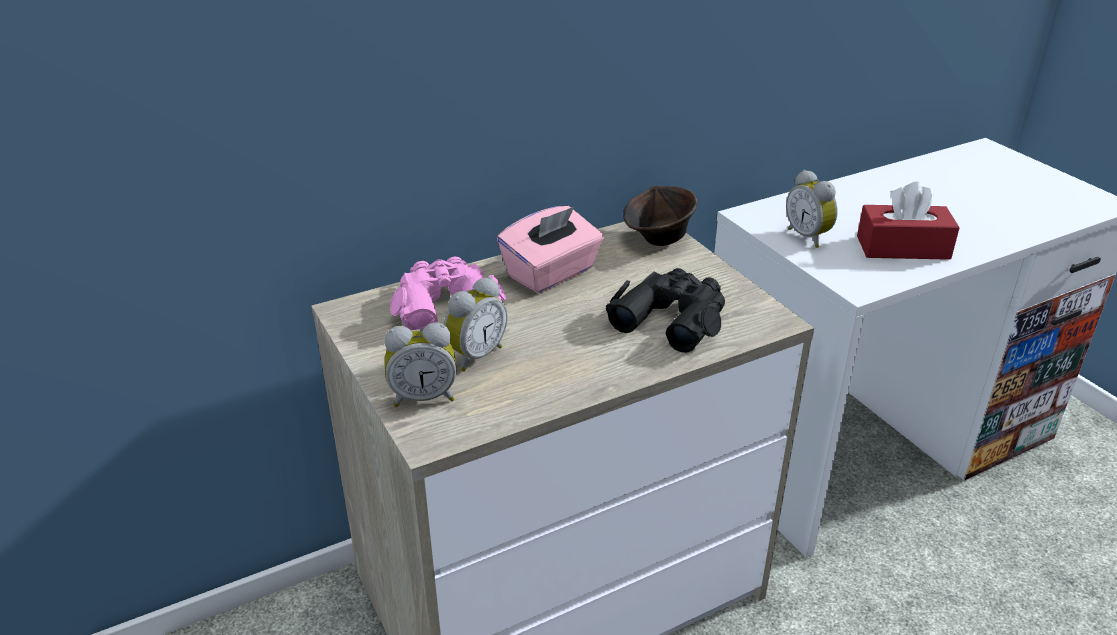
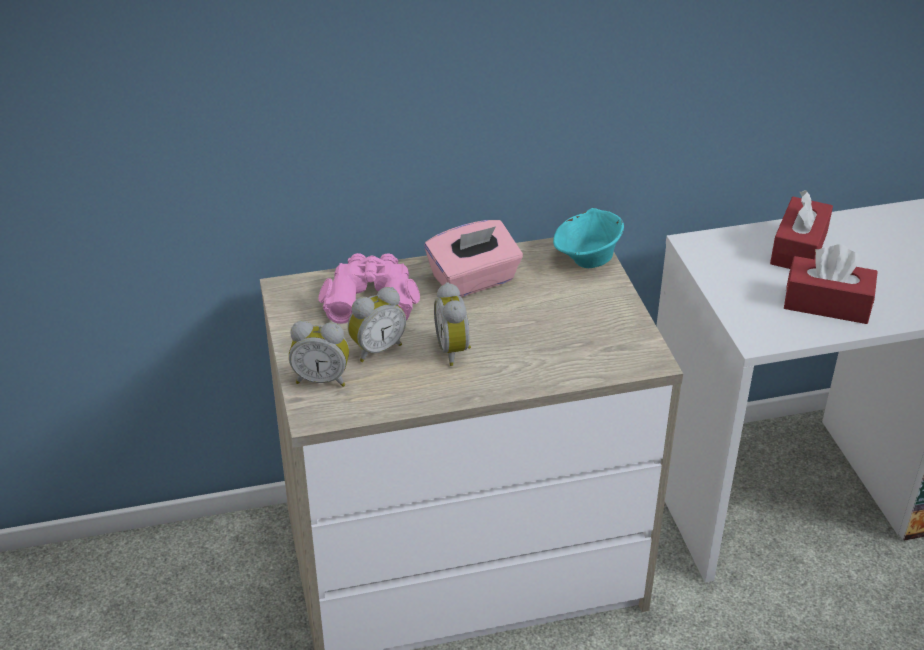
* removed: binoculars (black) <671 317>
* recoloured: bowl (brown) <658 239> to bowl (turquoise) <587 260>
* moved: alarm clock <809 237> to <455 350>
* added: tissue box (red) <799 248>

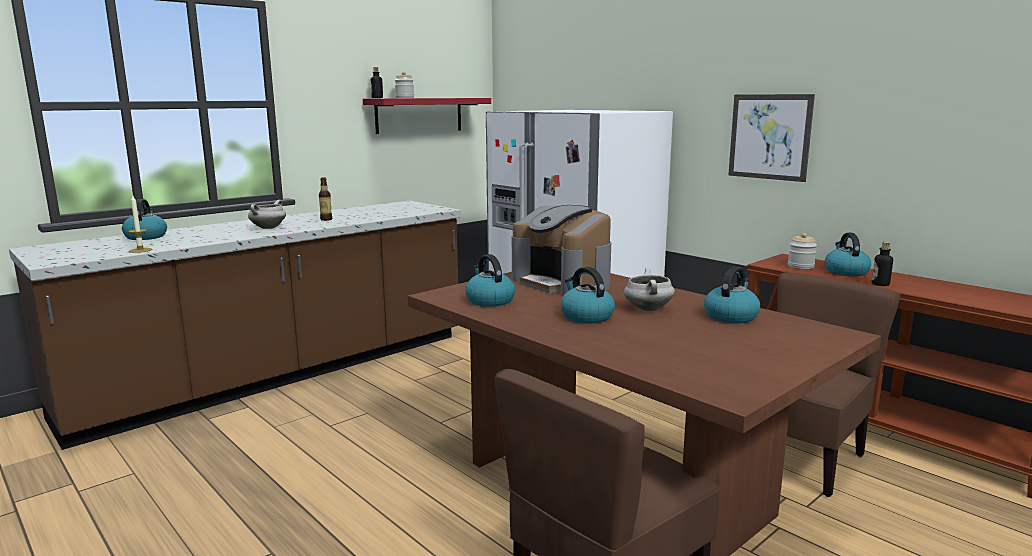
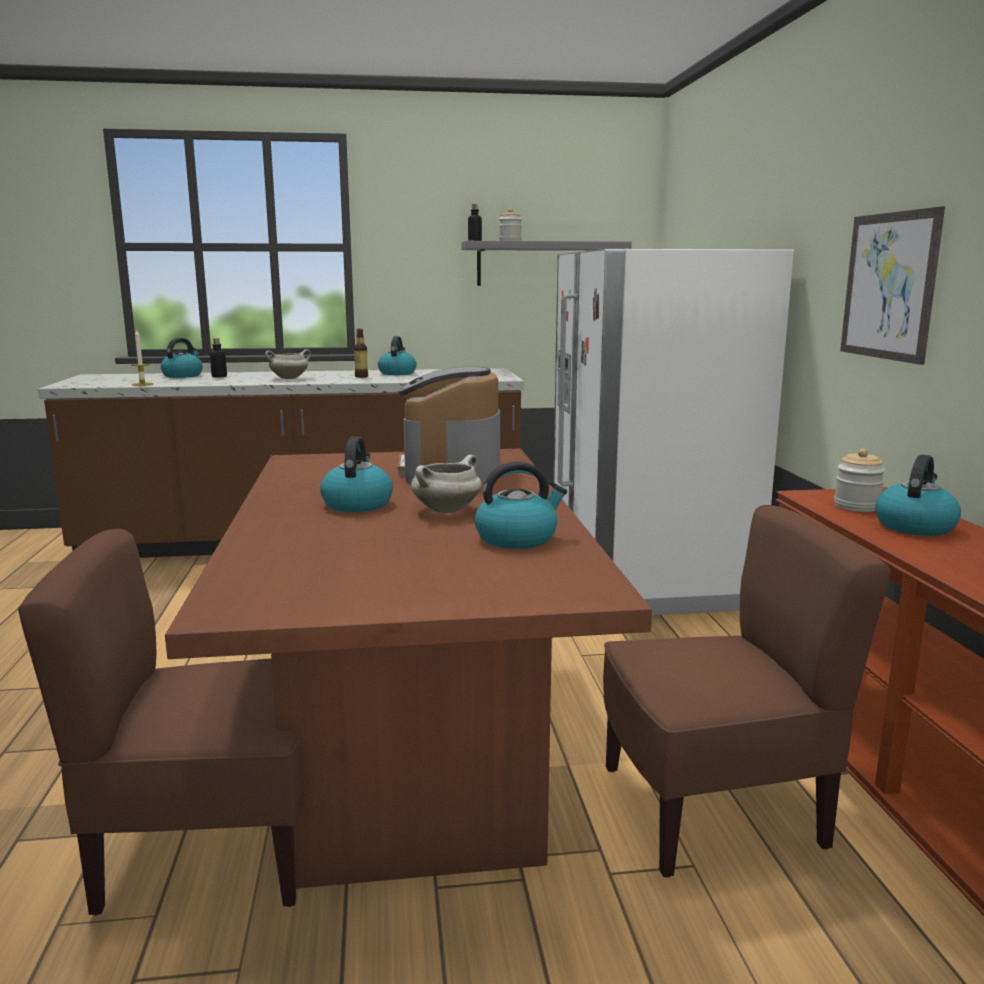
* recoloured: shelf (red) <419 115> to shelf (grey) <540 264>
* moved: kettle <489 300> to <397 373>
* moved: bottle <880 284> to <219 376>

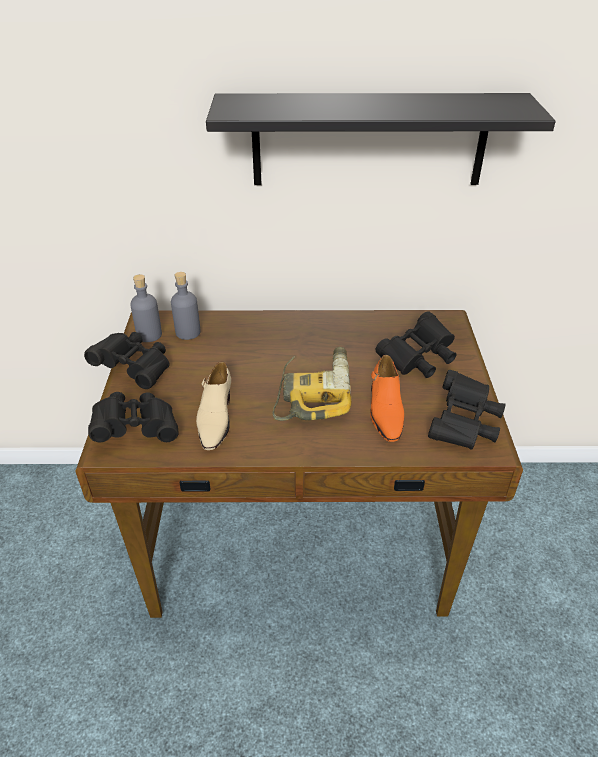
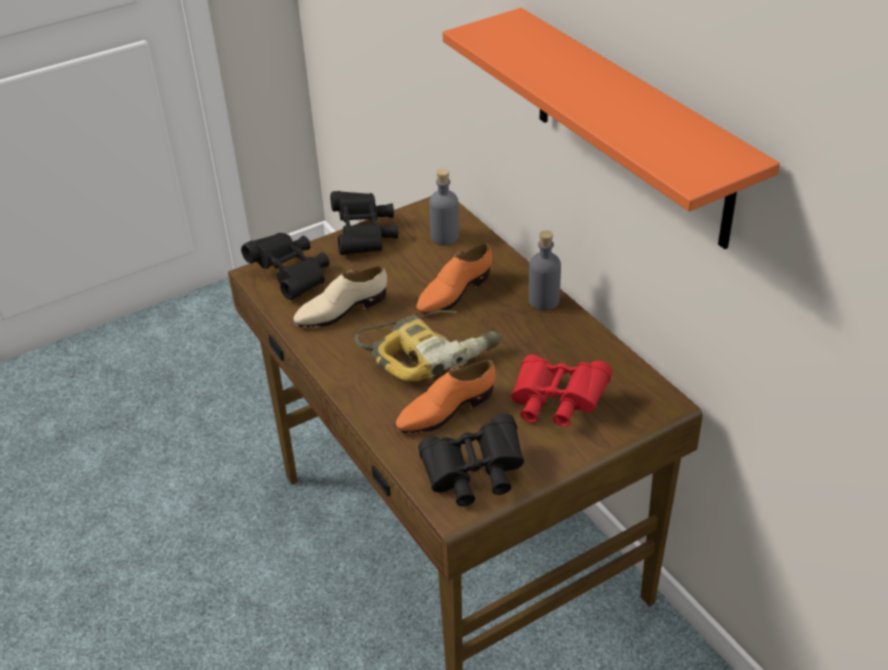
* moved: bottle (grey) <149 335> to <544 301>
* recoloured: shelf (black) <369 140> to shelf (orange) <631 128>
* recoloured: binoculars (black) <418 359> to binoculars (red) <556 404>
* added: shoe (orange) <453 293>

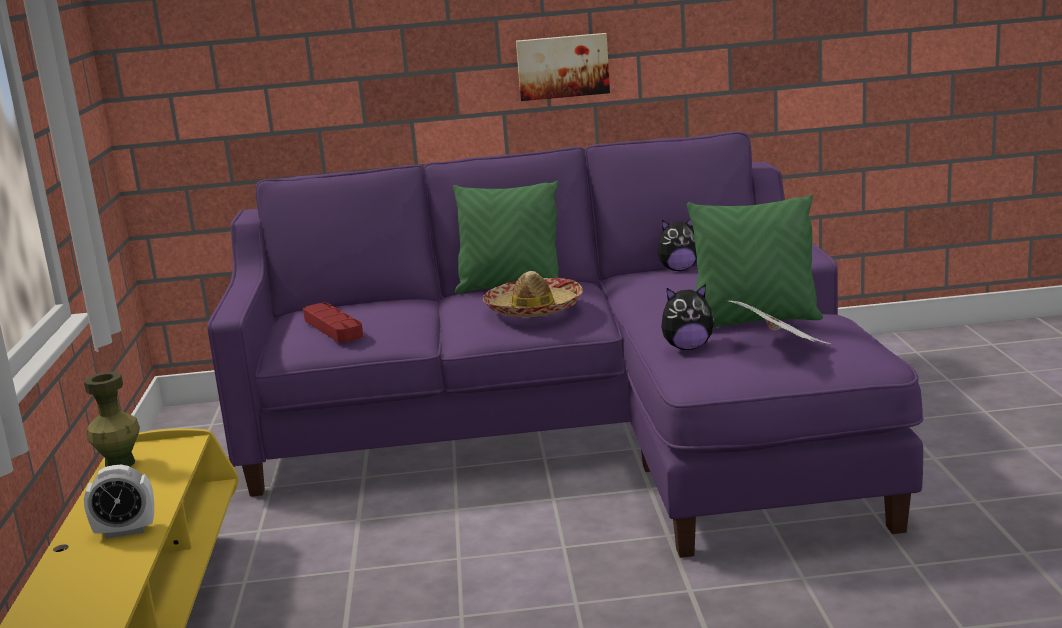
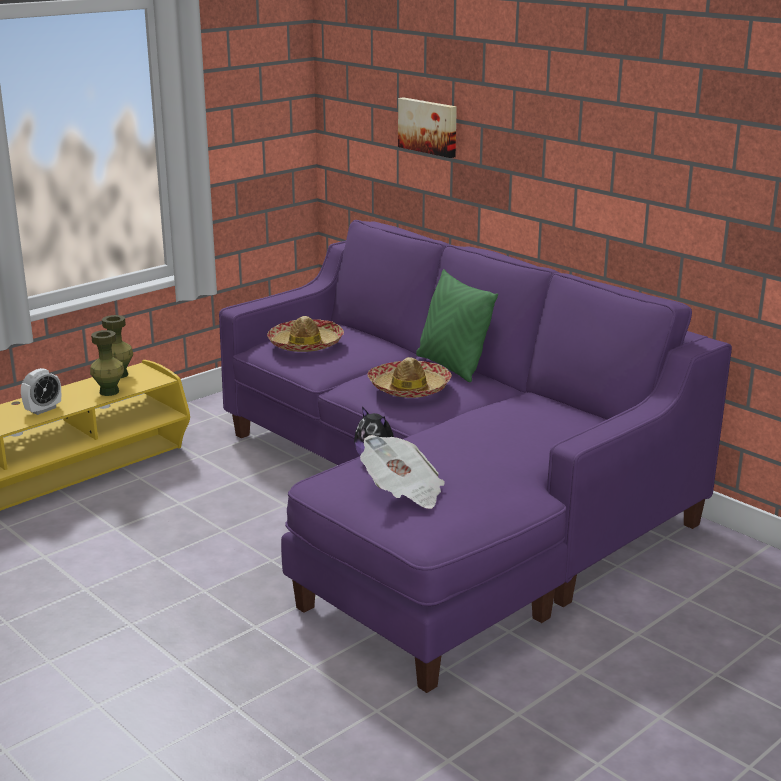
* turned: alarm clock <125 531> = <43 409> 90 degrees counterclockwise
* replaced: tray (red) <333 328> to hat <305 344>
* moved: picture <562 66> to <429 126>
* removed: plush toy <678 269>
* removed: pillow (green) <755 321>
* added: vase (green) <109 392>

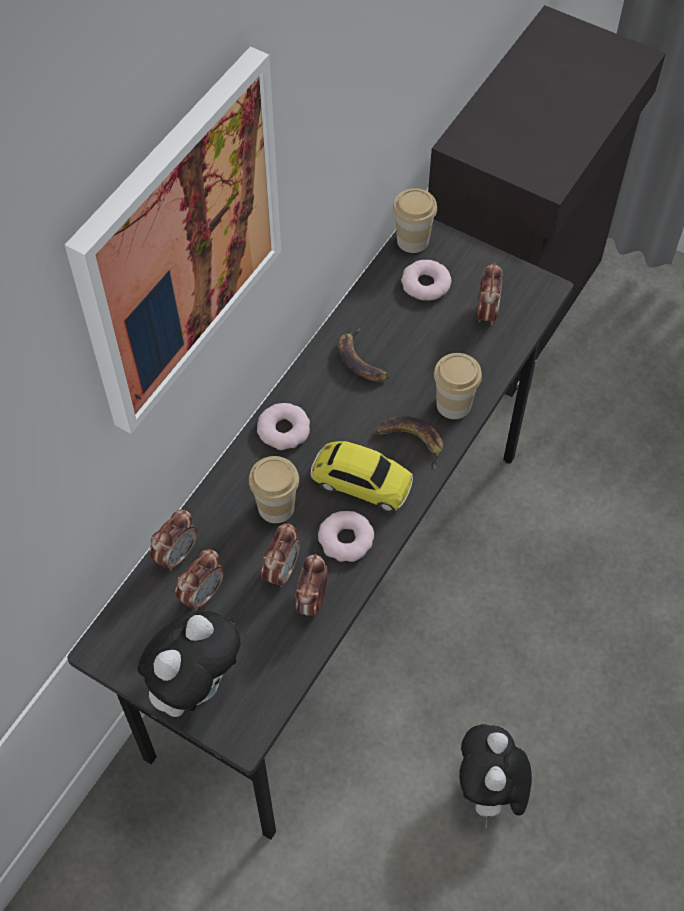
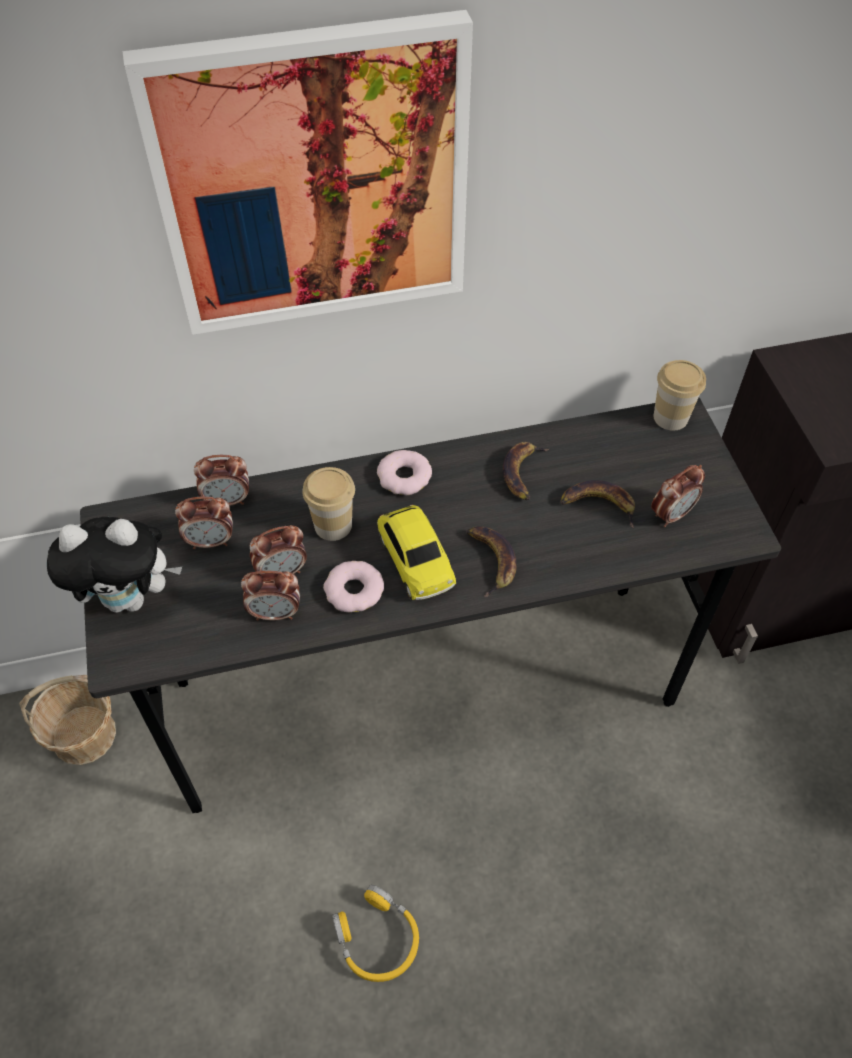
* turned: alarm clock <312 601> = <275 613> 150 degrees counterclockwise
* removed: donut <425 284>
* removed: cup <453 404>
* replaced: plush toy <489 791> to headphones (yellow) <377 939>
* added: basket <84 735>
* added: banana <598 505>

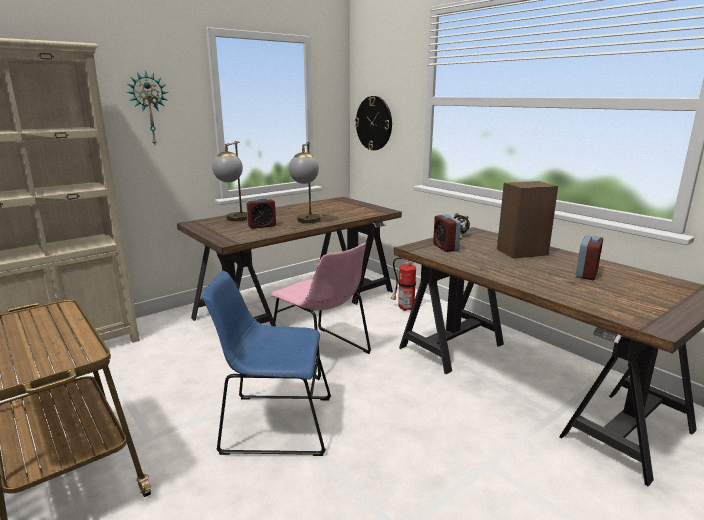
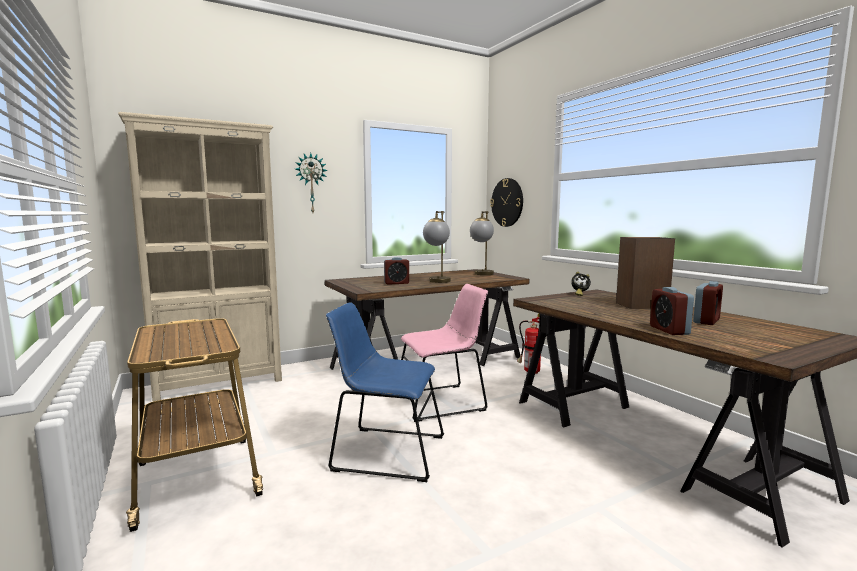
* moved: table lamp <235 220> to <482 275>
* turned: chair (pink) <322 353> = <443 402> 75 degrees counterclockwise
* moved: alarm clock <445 247> to <669 330>

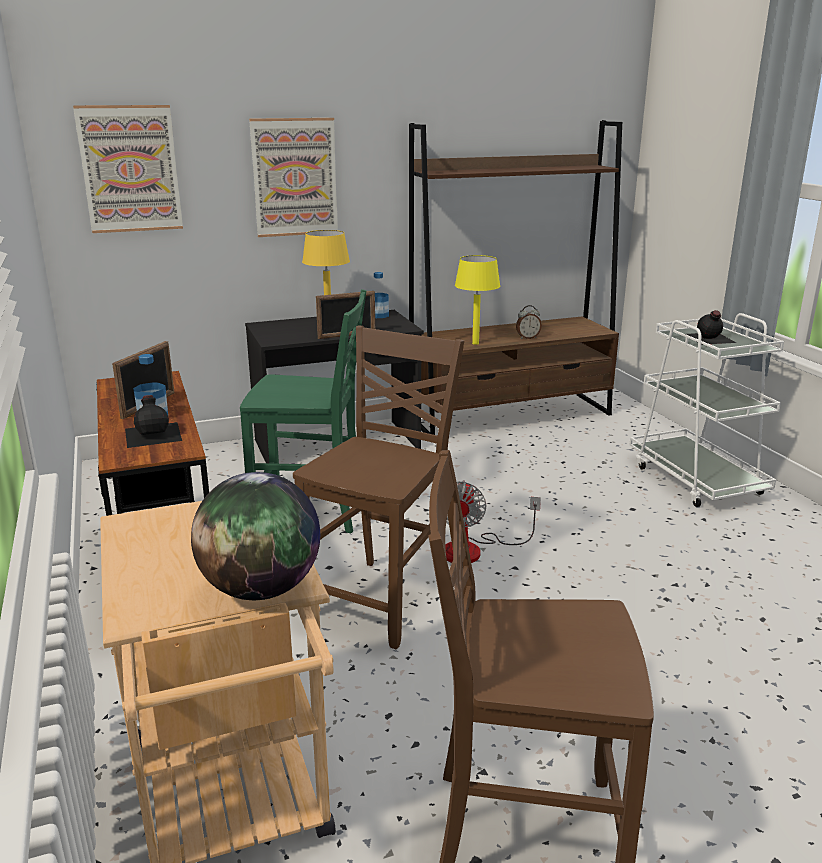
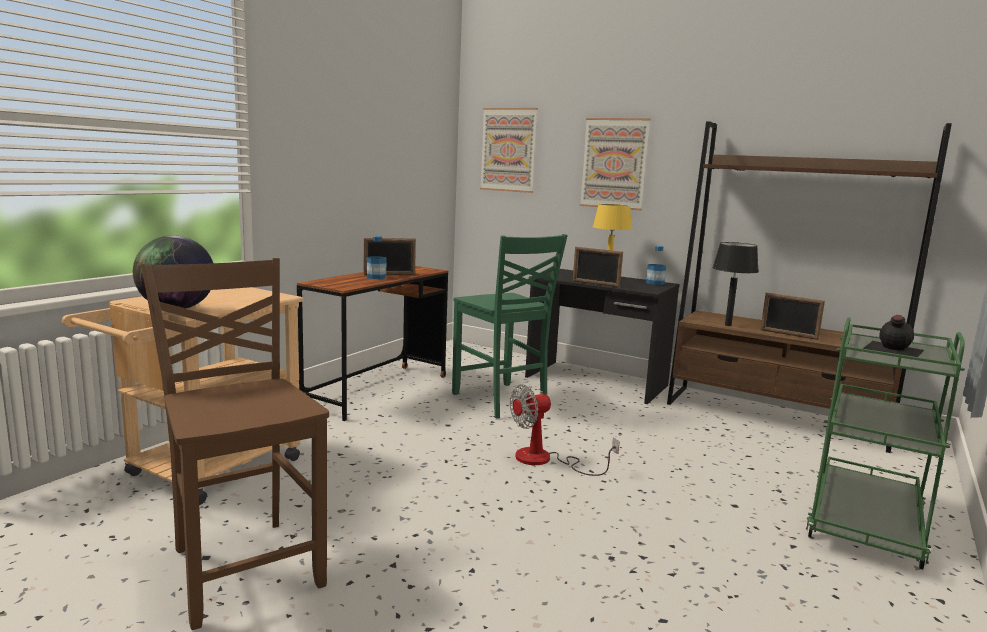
* removed: bottle (black) <154 434>
* removed: chair (brown) <381 600>
* recoloured: table lamp (yellow) <475 343> to table lamp (black) <728 325>
* replaced: alarm clock <527 338> to picture frame <788 334>
* recoloured: cart (white) <696 479> to cart (green) <865 524>

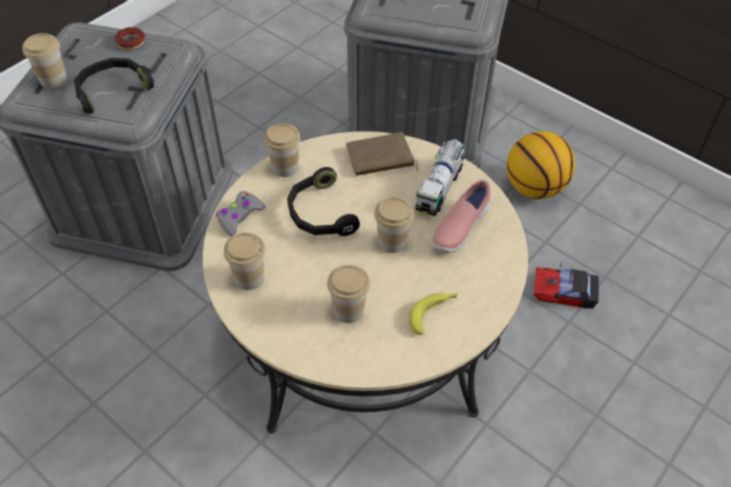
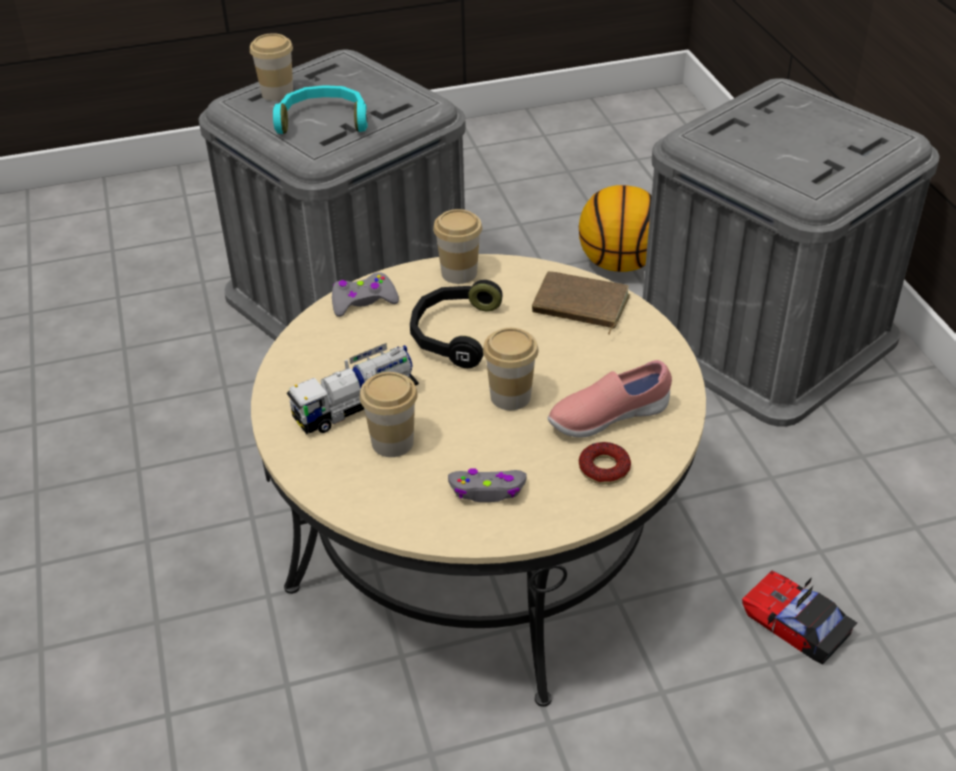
* recoloured: headphones (black) <112 90> to headphones (turquoise) <323 120>
* moved: donut <131 42> to <604 469>
* removed: cup <249 278>
* replaced: banana <433 313> to game controller (grey) <487 490>
* moved: toy truck <440 187> to <356 406>
* moved: basketball <534 187> to <619 263>

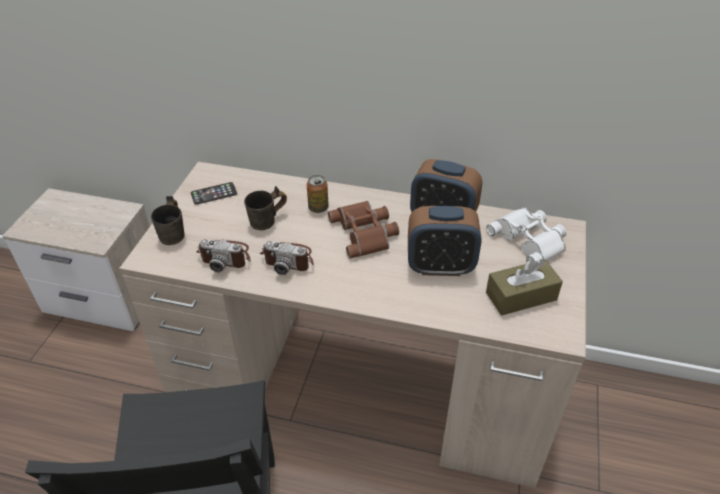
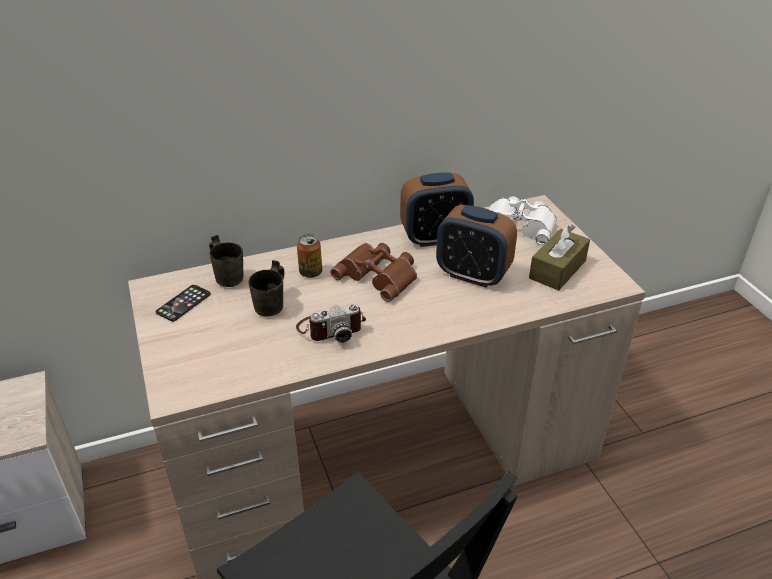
* moved: mug (grey) <176 234> to <230 275>
* removed: photo camera <226 256>
* turned: alarm clock <440 266> = <472 275> 60 degrees clockwise

